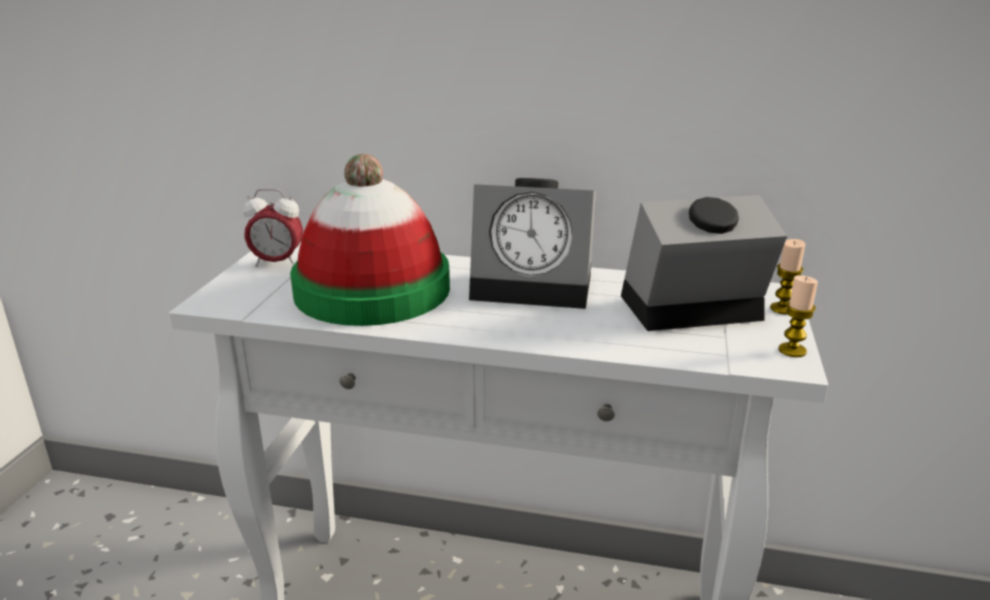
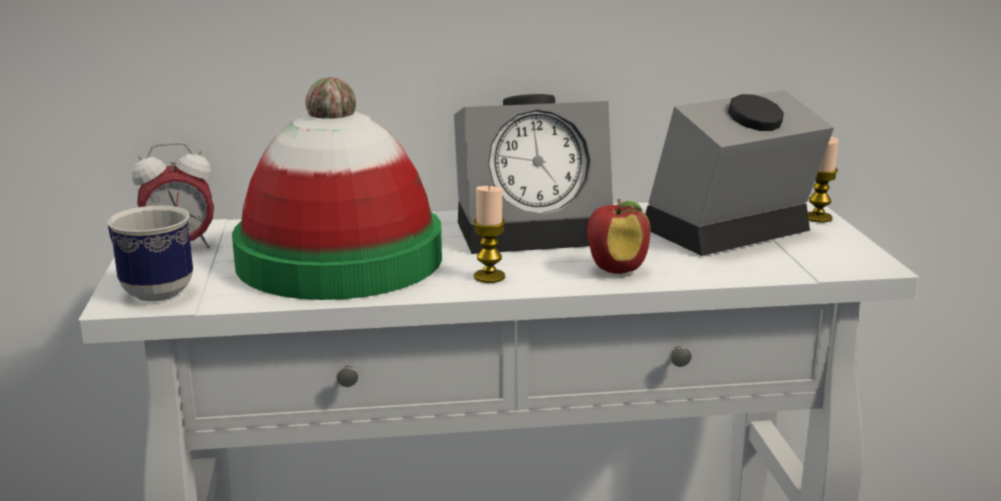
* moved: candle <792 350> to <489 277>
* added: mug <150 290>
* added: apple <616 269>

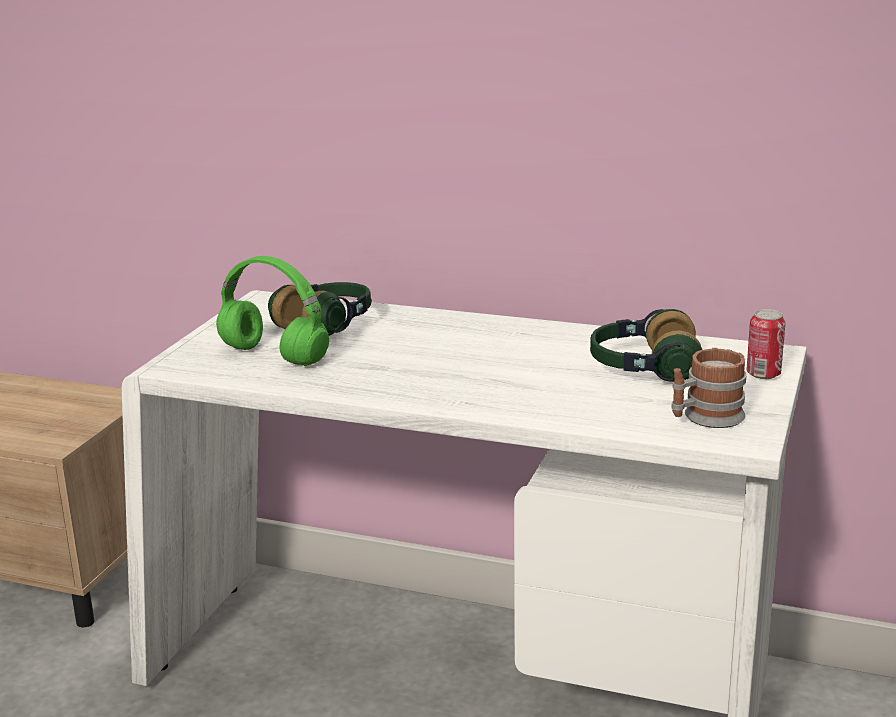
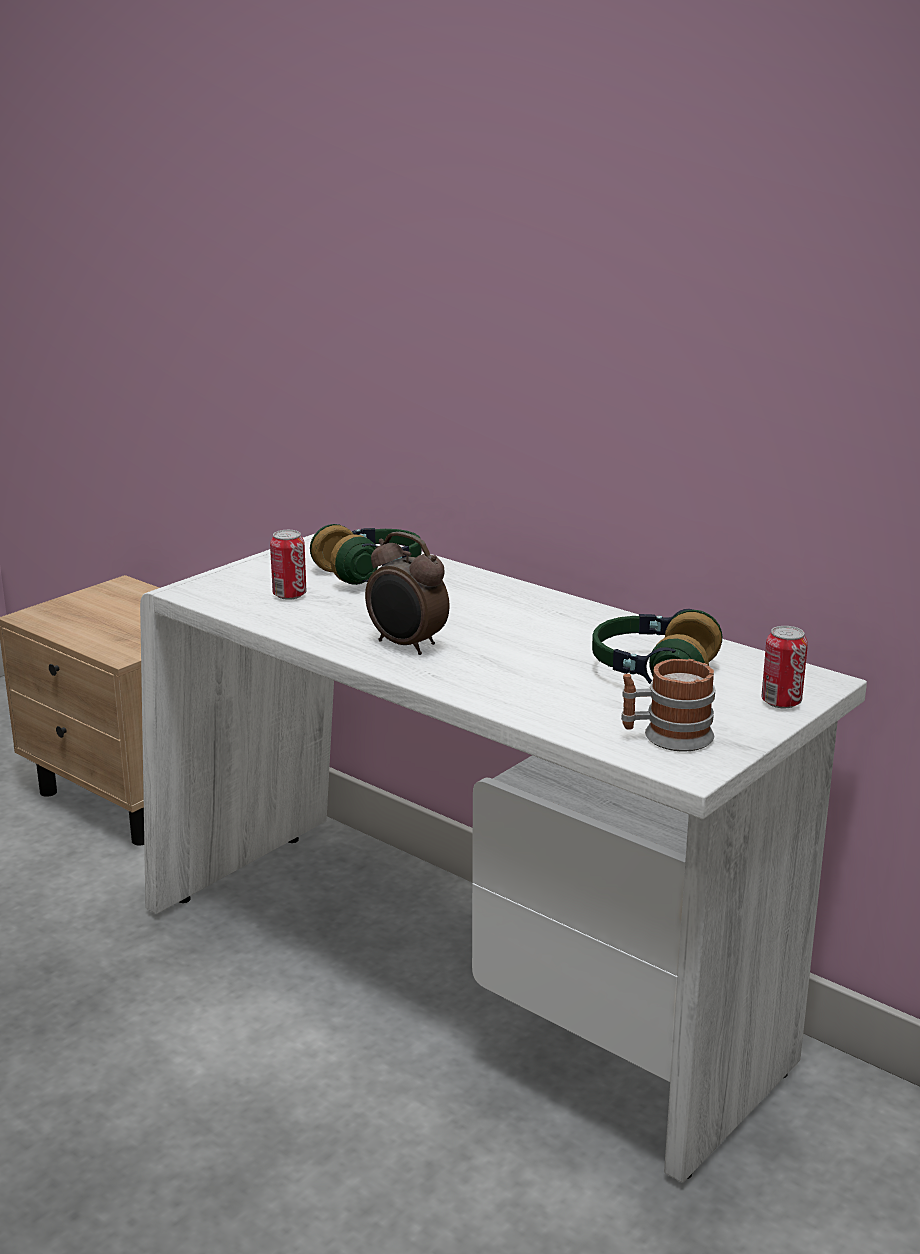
* replaced: headphones (green) <271 356> to can <289 595>
* added: alarm clock <406 646>

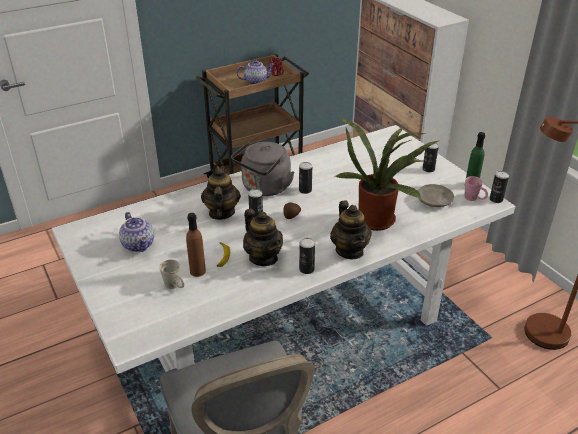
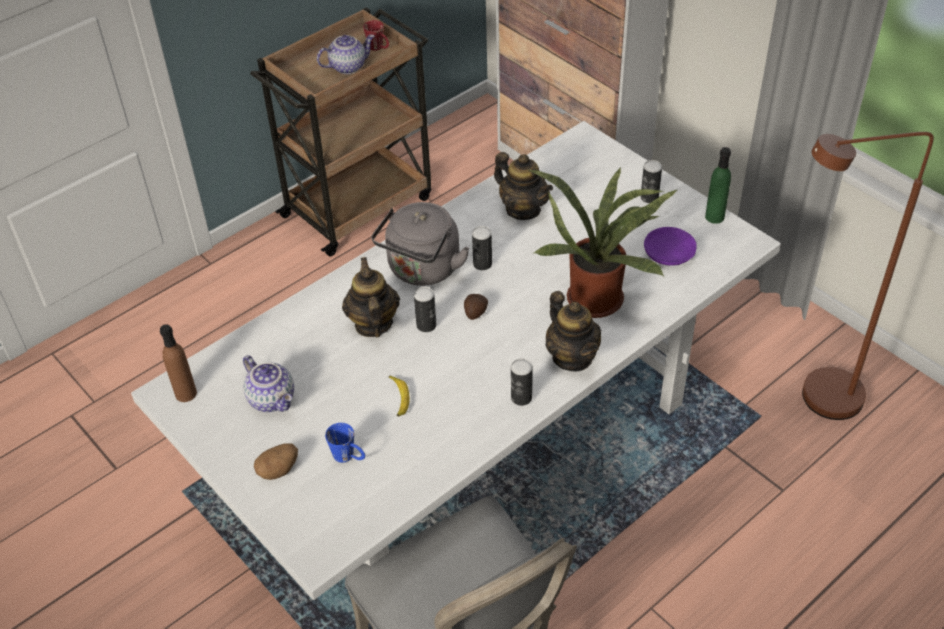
* recoloured: mug (white) <175 286> to mug (blue) <349 457>
* moved: bottle (brown) <197 271> to <186 393>
* moved: teapot <263 257> to <523 209>
* recoloured: plate (beige) <434 201> to plate (purple) <669 253>
* removed: mug (pink) <474 199>
* removed: can <496 199>
* added: potato <278 469>

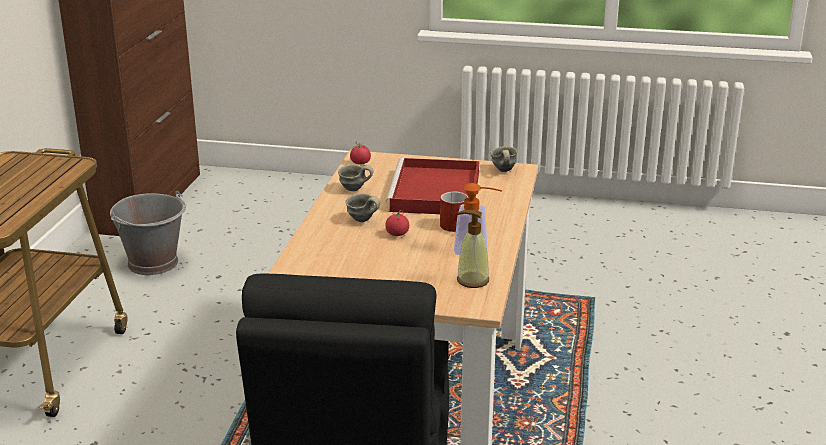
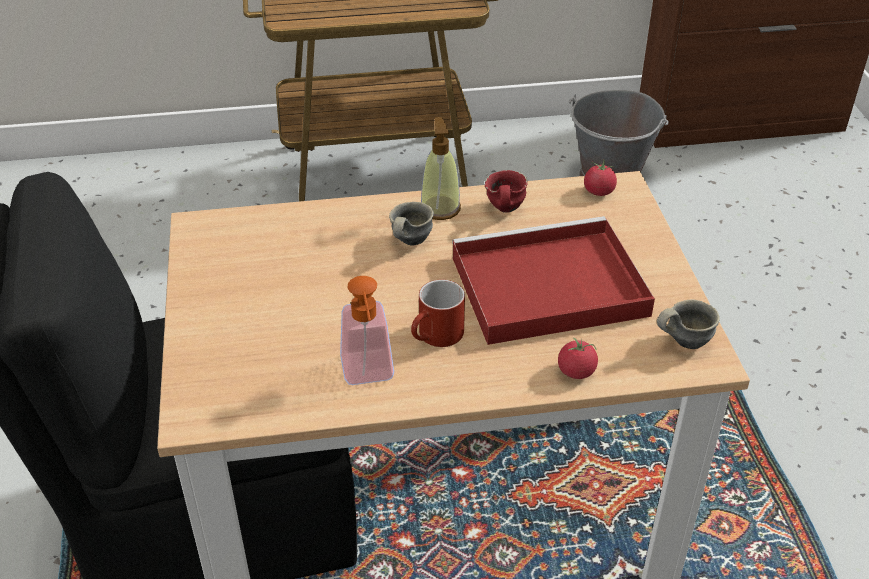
* recoloured: mug (grey) <354 190> to mug (red) <502 210>
* moved: tomato <397 234> to <576 371>
* moved: soap dispenser <472 280> to <440 208>

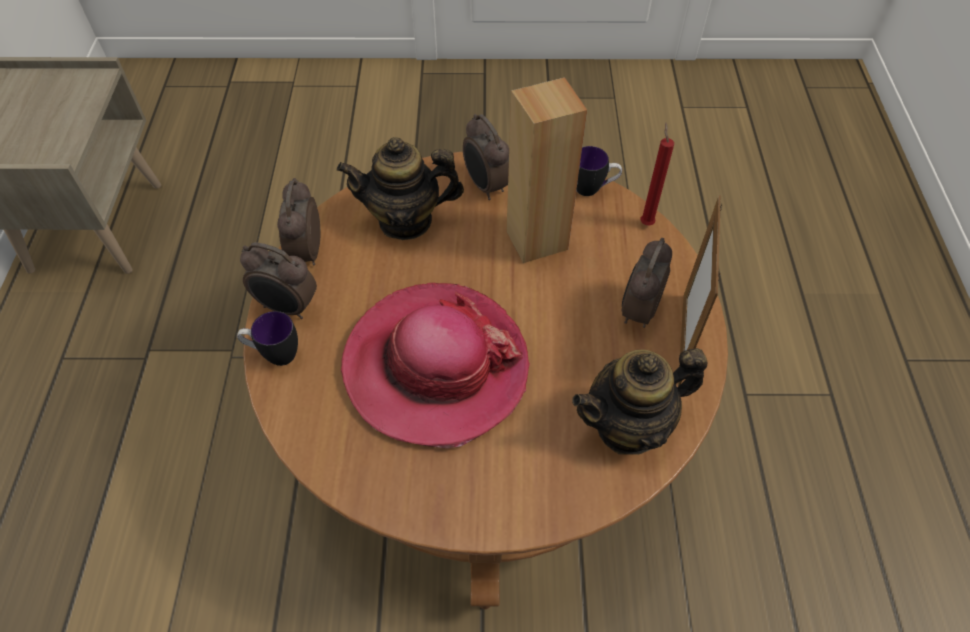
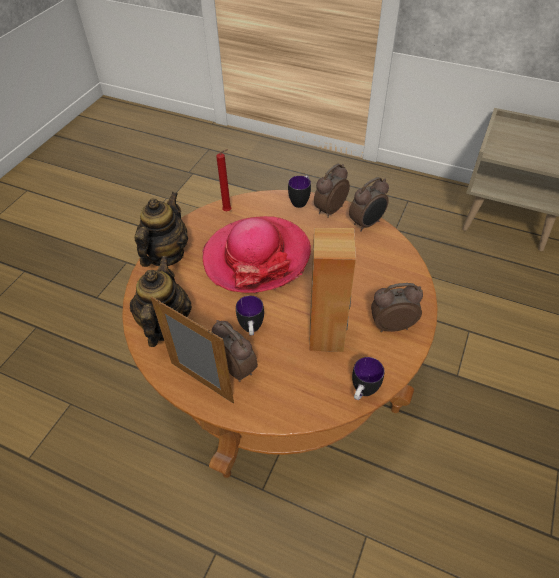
* turned: alarm clock <305 253> = <367 224> 120 degrees clockwise
* moved: teapot <405 220> to <166 255>
* moved: candle (red) <646 222> to <228 211>
* added: mug <251 330>

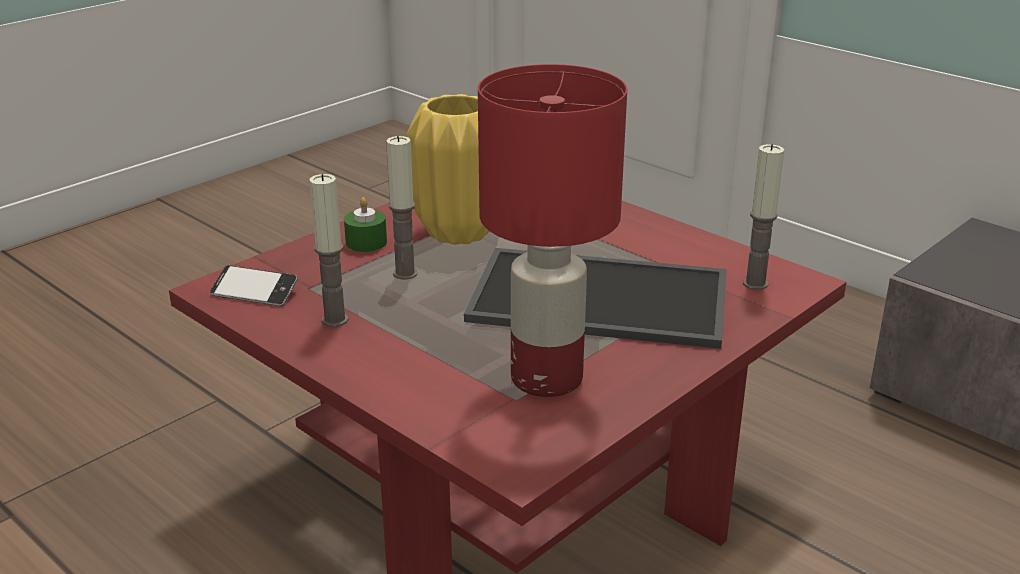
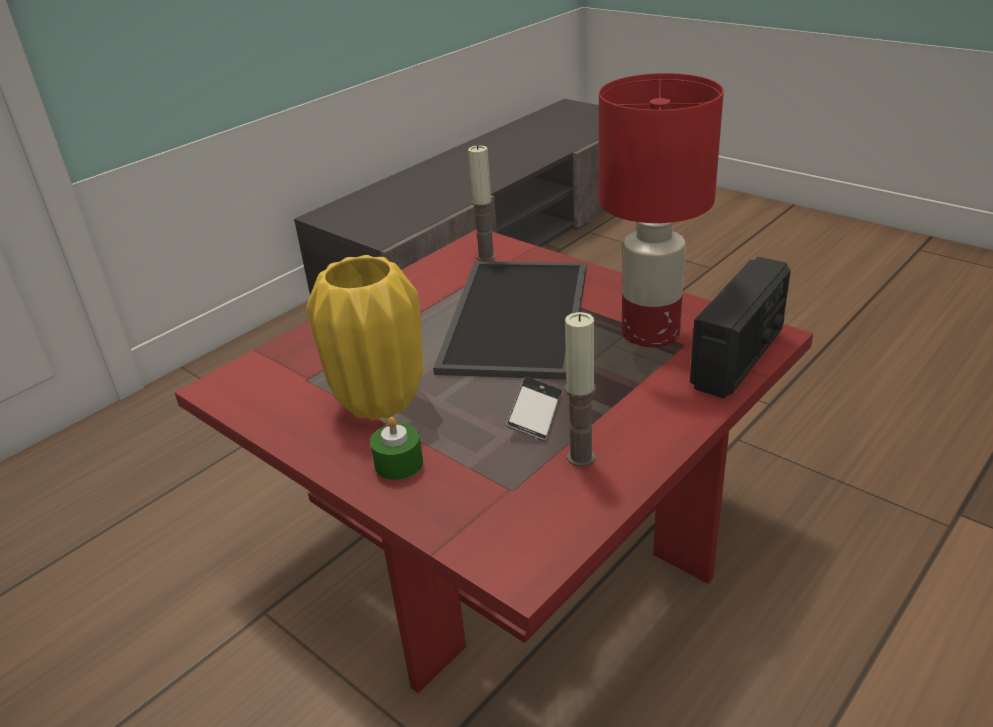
* moved: phone <254 292> to <535 414>
* removed: candle <405 273>
* added: radio <738 358>

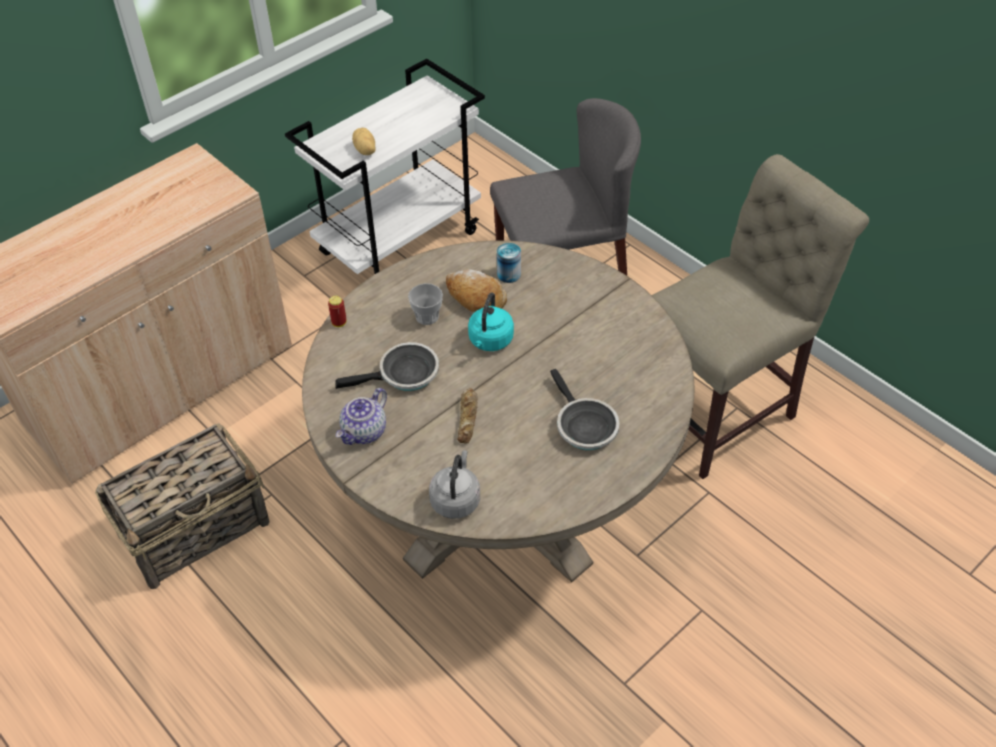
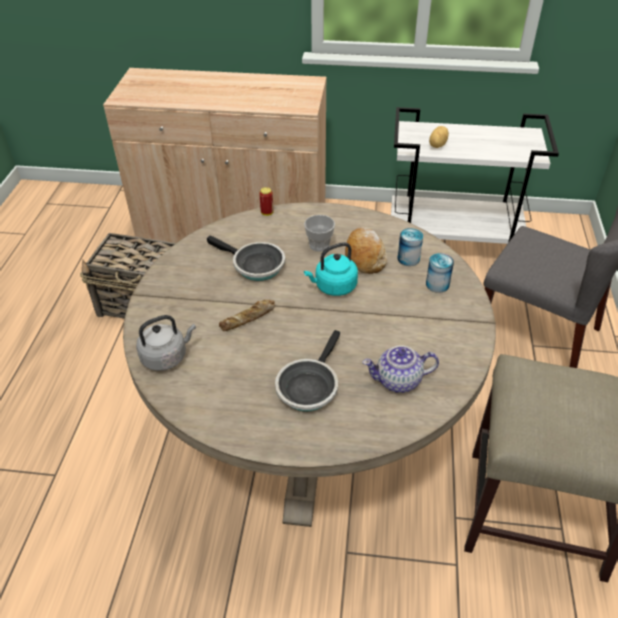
* moved: teapot <364 432> to <398 381>
* added: can <437 284>

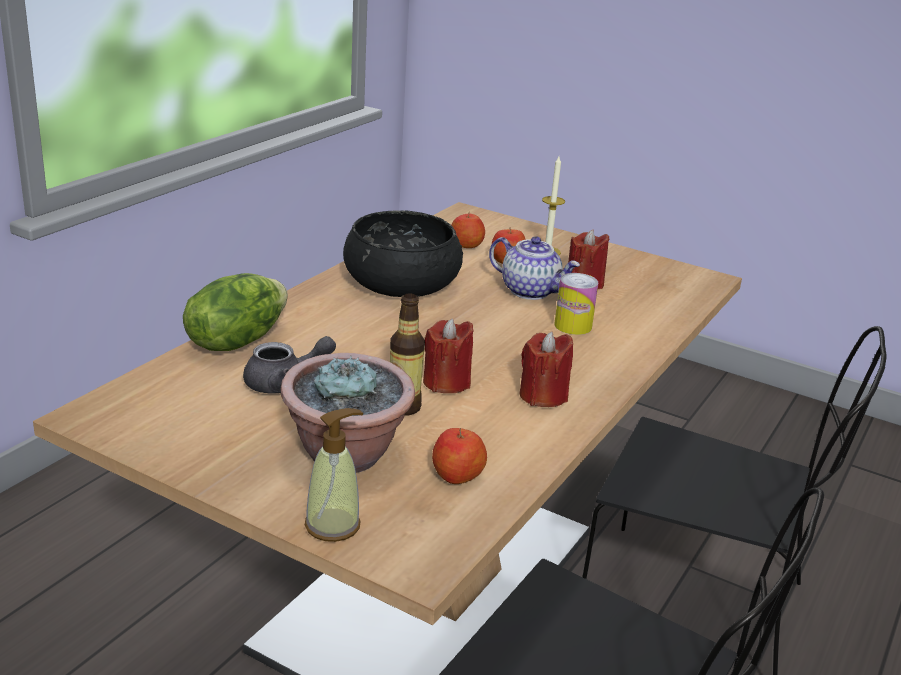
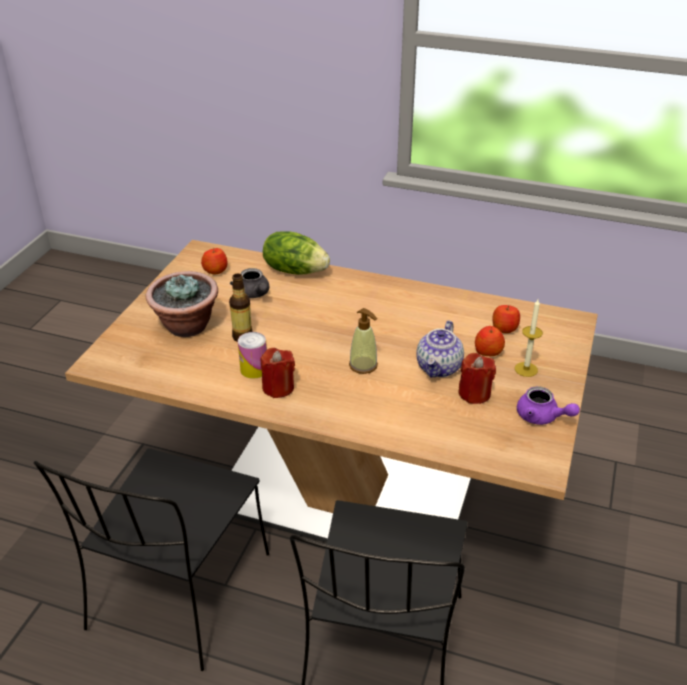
* moved: soap dispenser <333 525> to <363 365>
* removed: bowl (black) <401 282>
* removed: candle (red) <446 382>
* moved: apple <457 474> to <215 270>
* moved: can <573 326> to <254 369>
* added: teapot (purple) <542 417>

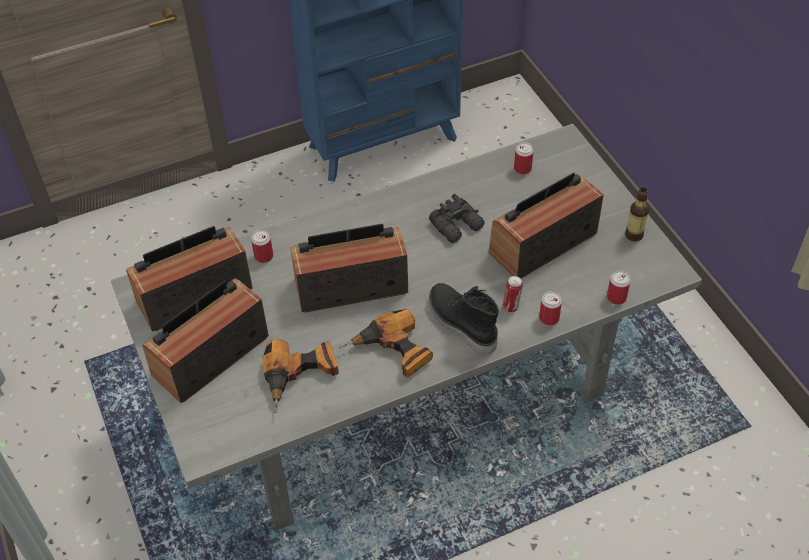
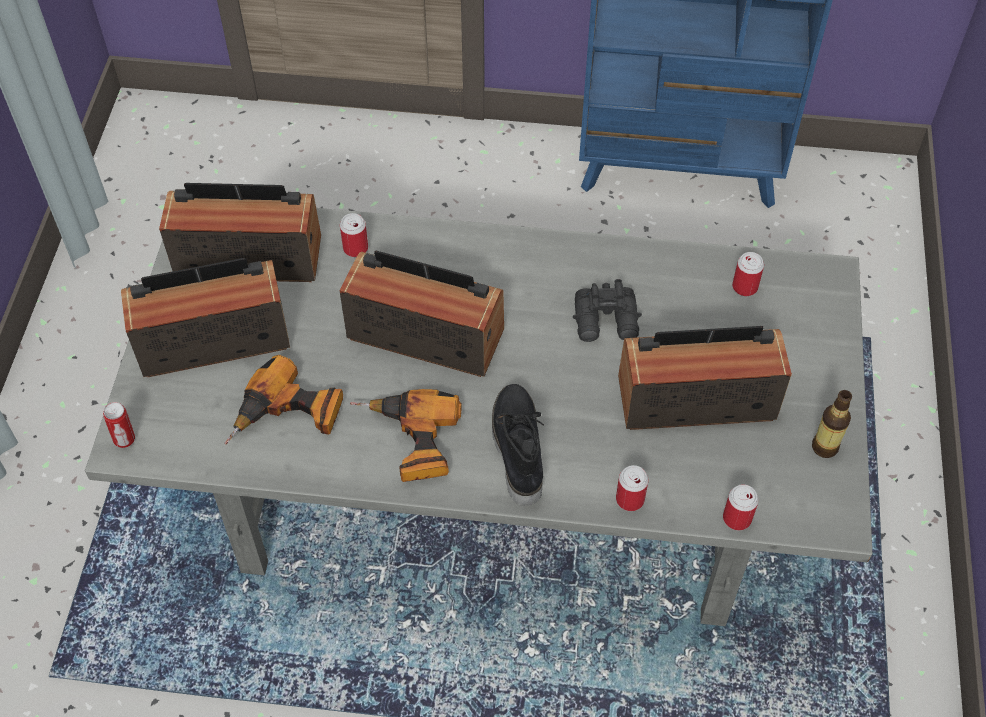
* moved: can <511 307> to <125 440>

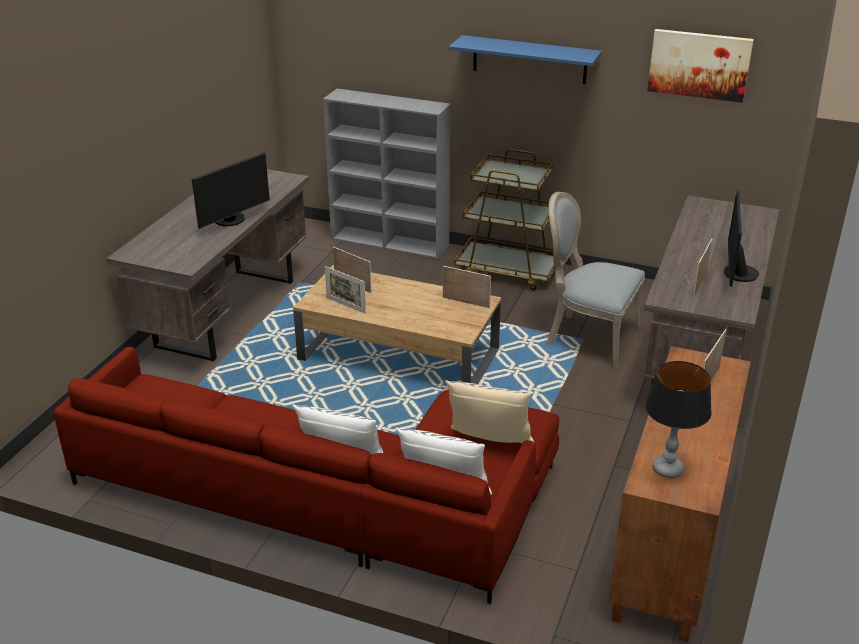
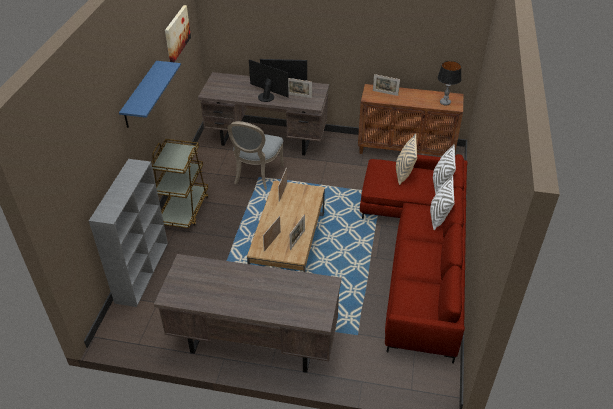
* moved: monitor <231 220> to <267 96>

